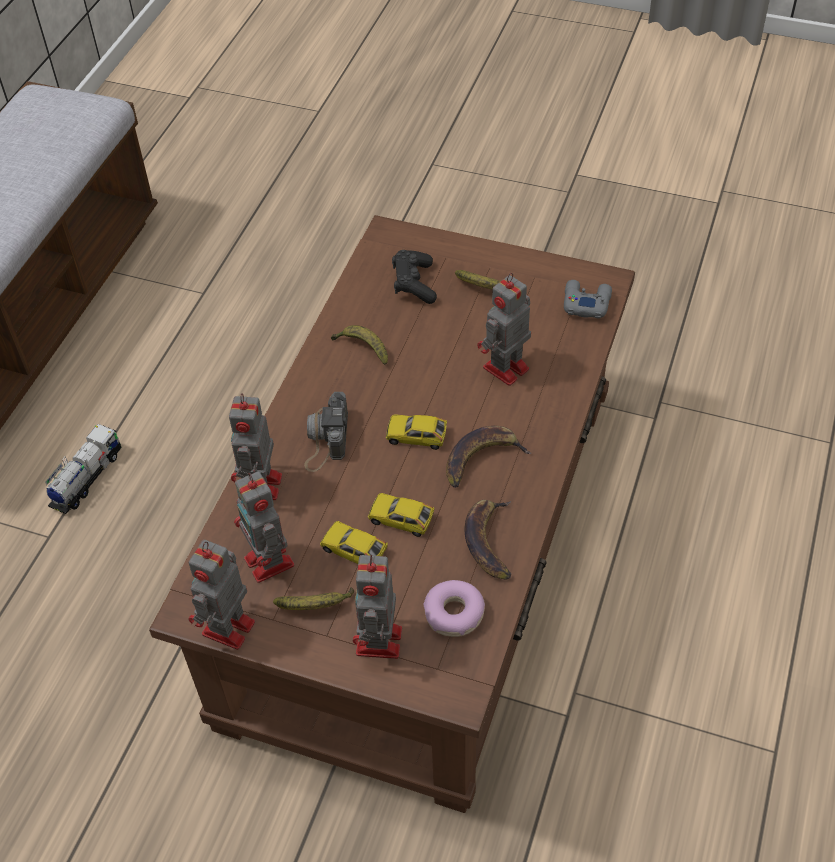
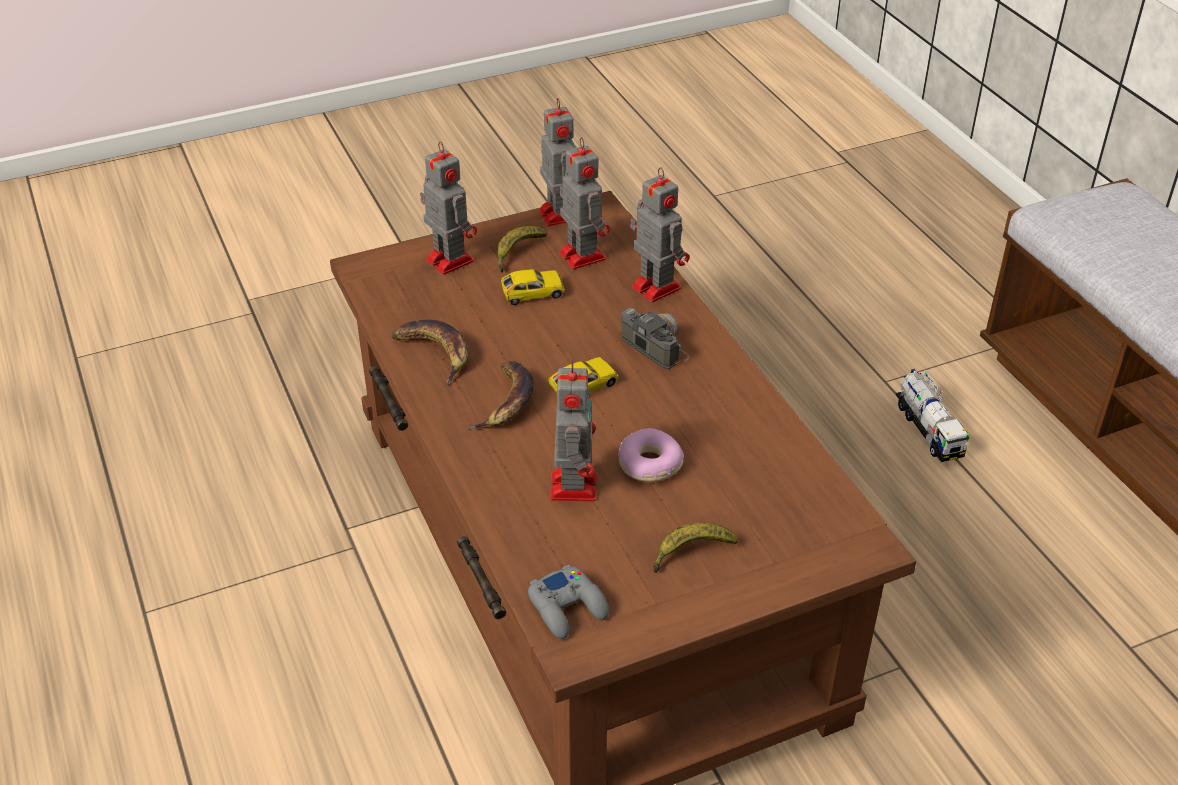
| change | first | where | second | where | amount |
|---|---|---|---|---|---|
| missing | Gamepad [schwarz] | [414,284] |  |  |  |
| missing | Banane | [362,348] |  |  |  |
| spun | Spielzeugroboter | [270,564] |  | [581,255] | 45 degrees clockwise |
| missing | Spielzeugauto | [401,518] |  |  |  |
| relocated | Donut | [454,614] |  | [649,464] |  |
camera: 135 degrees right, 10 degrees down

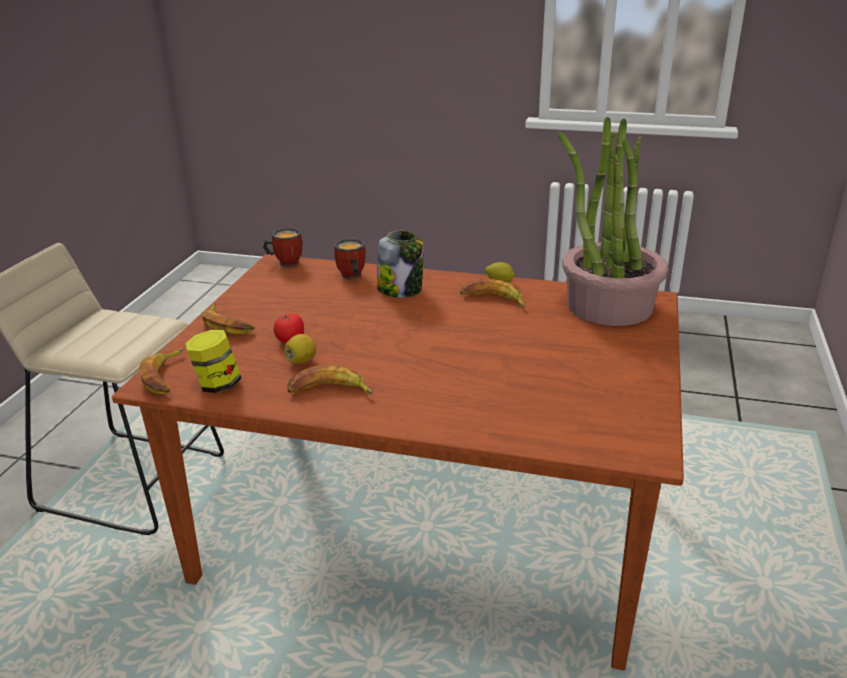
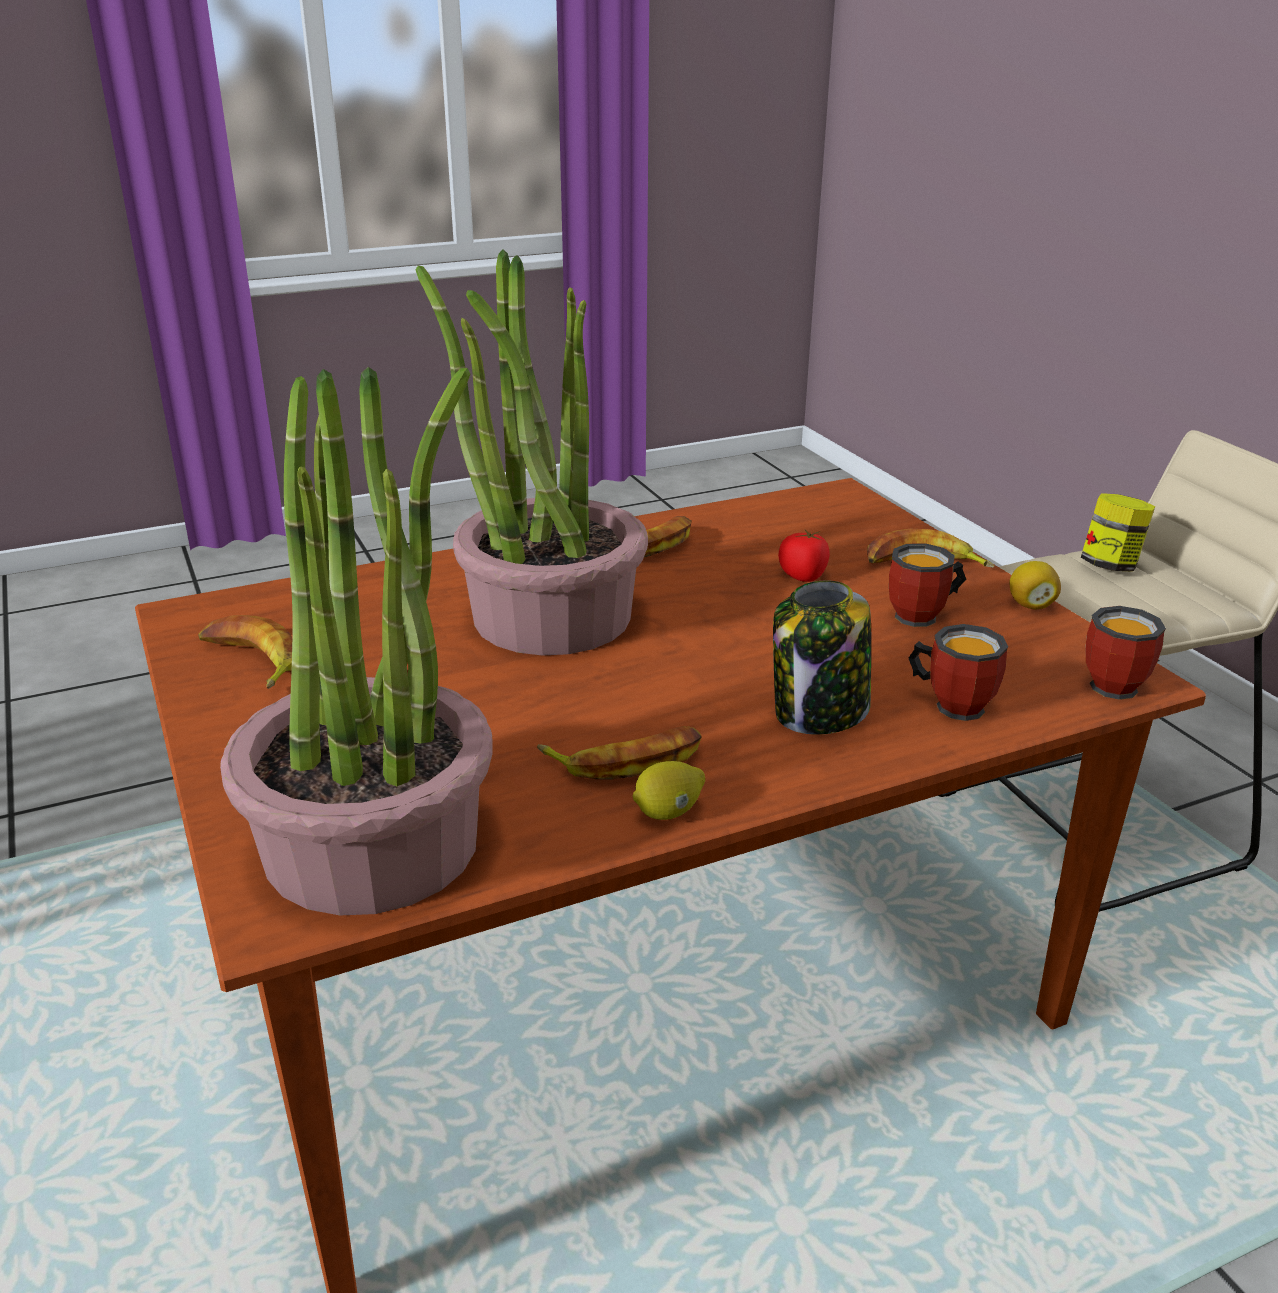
| change | first | where | second | where | amount |
|---|---|---|---|---|---|
| relocated | Vorratsglas | [217,385] |  | [1110,565] |  |
| relocated | Zitrone | [301,361] |  | [1030,605] |  |
| relocated | Banane | [165,376] |  | [249,661] |  |
| appeared |  |  | Topfpflanze | [550,616] |  |
| appeared |  |  | Henkelbecher | [924,617] |  |
camera: 140 degrees right, 0 degrees up

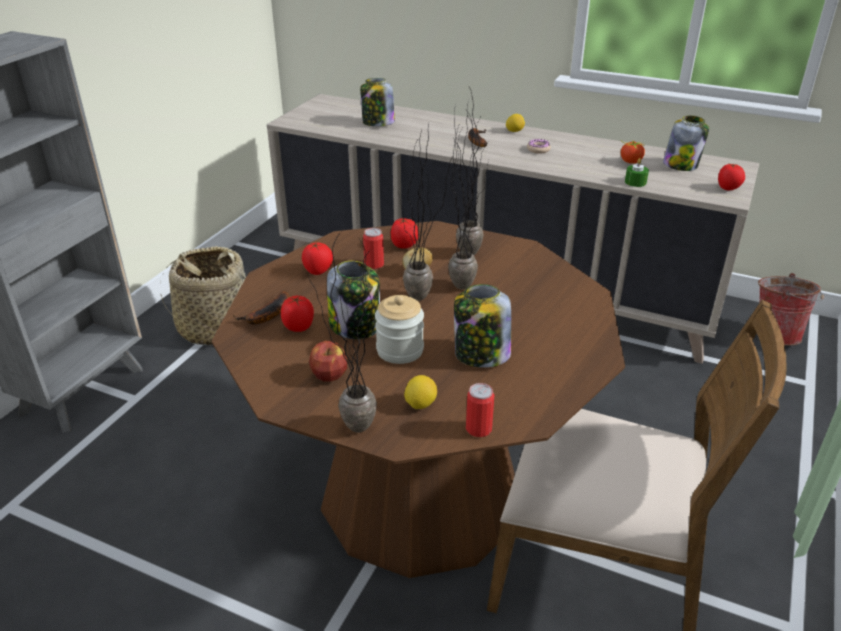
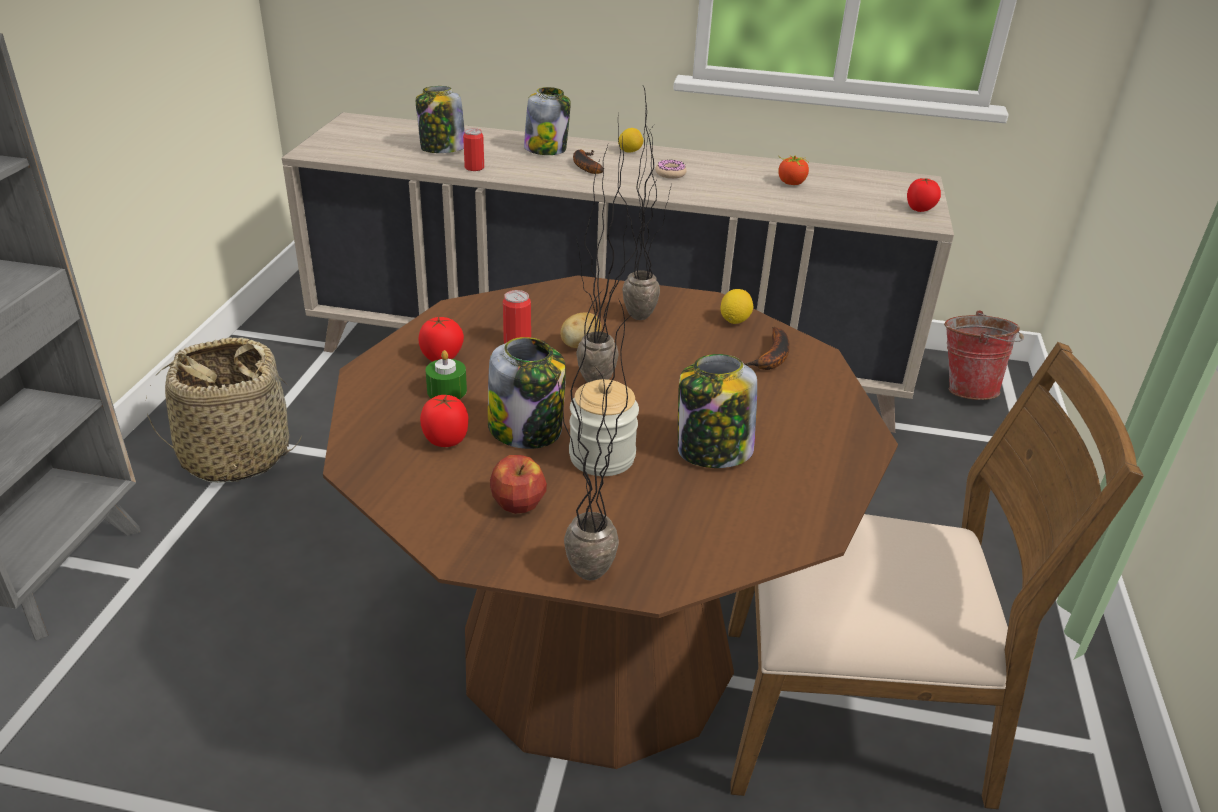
| change | first | where | second | where | amount |
|---|---|---|---|---|---|
| missing | Topfpflanze | [464,282] |  |  |  |
| relocated | Vorratsglas | [681,165] |  | [546,149] |  |
| relocated | Kerze [grün] | [635,182] |  | [447,391] |  |
| missing | Tomate | [404,246] |  |  |  |
| relocated | Banane | [267,315] |  | [771,358] |  |
| relocated | Zitrone | [420,404] |  | [734,320] |  |
| relocated | Dose | [478,429] |  | [474,168] |  |
camera: 15 degrees left, 0 degrees up

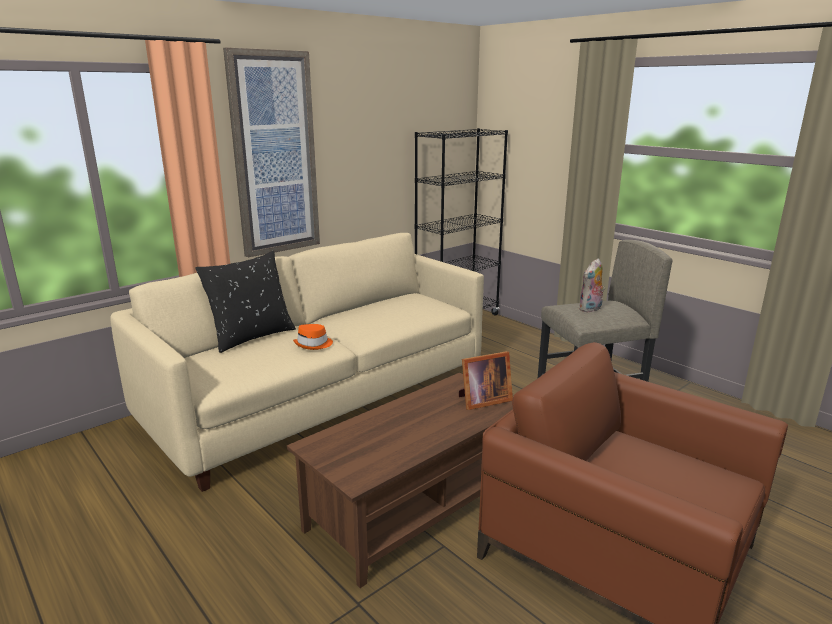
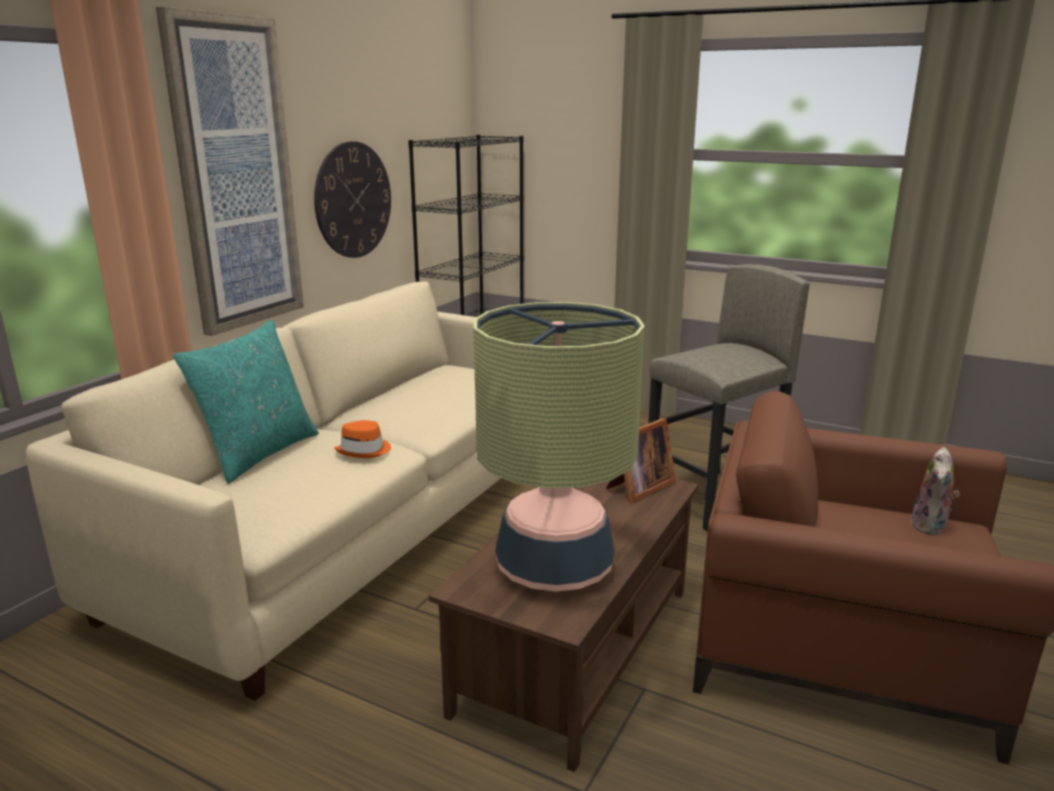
| change | first | where | second | where | amount |
|---|---|---|---|---|---|
| colour | Kissen [schwarz] | [251,337] | Kissen [türkis] | [258,454] |  |
| relocated | Plüschtier | [590,309] |  | [931,527] |  |
| appeared |  |  | Wanduhr | [353,200] |  |
| appeared |  |  | Tischlampe | [554,567] |  |
camera: 20 degrees left, 0 degrees up

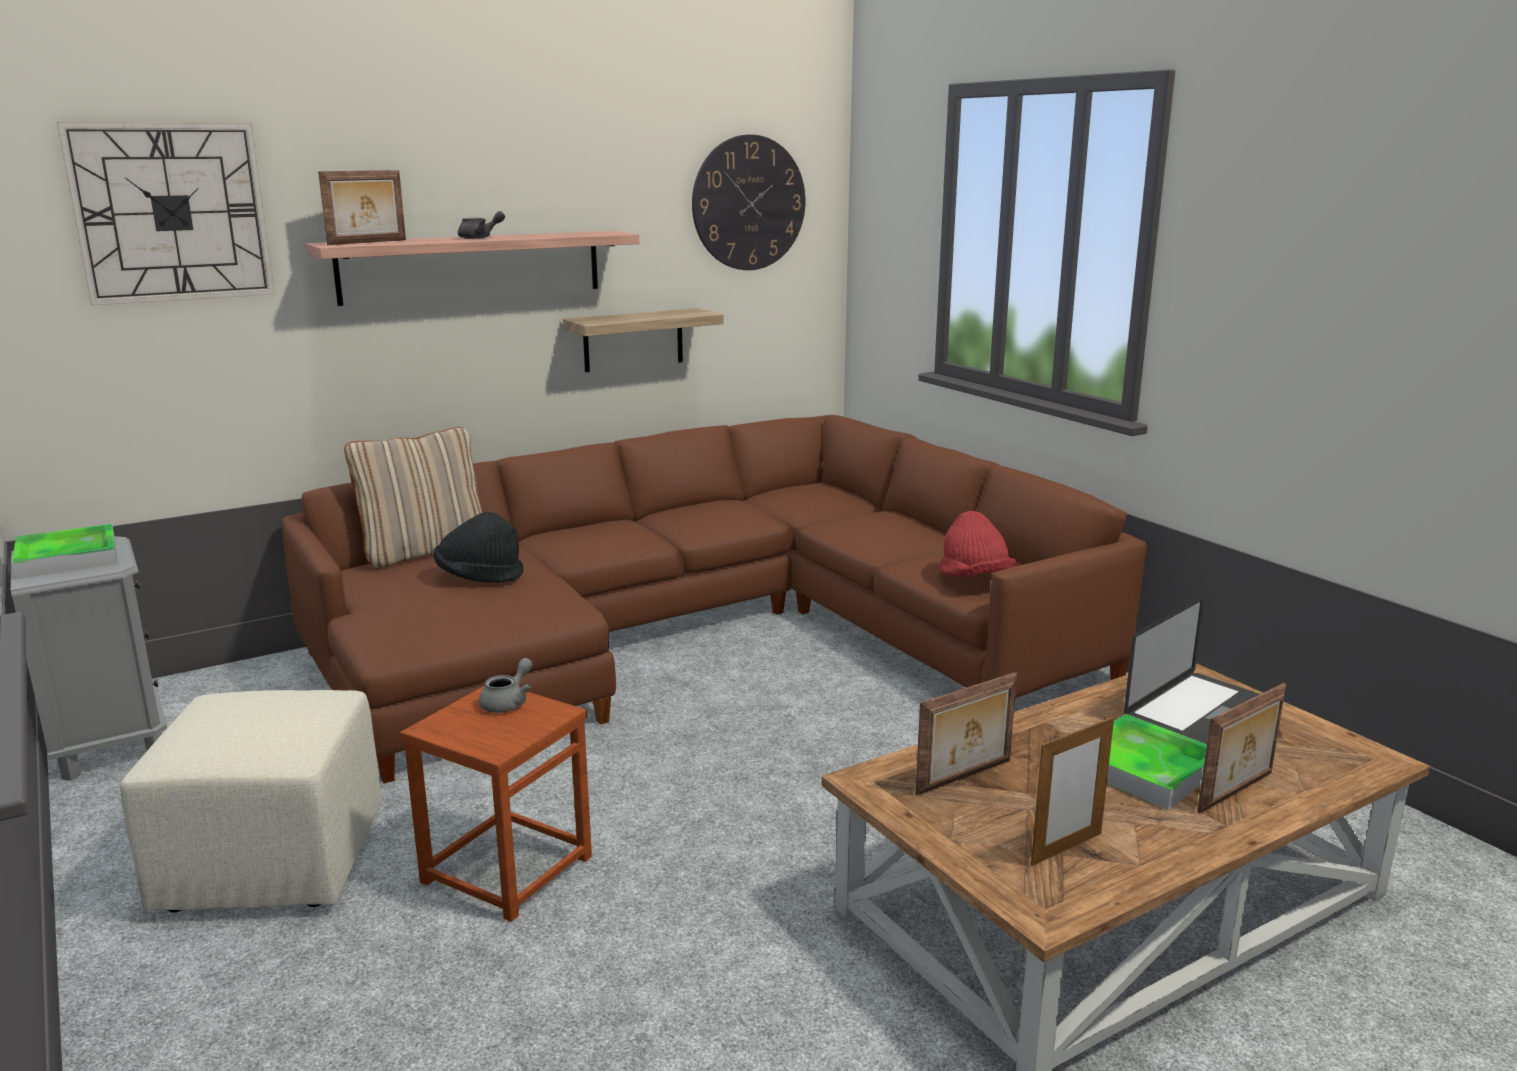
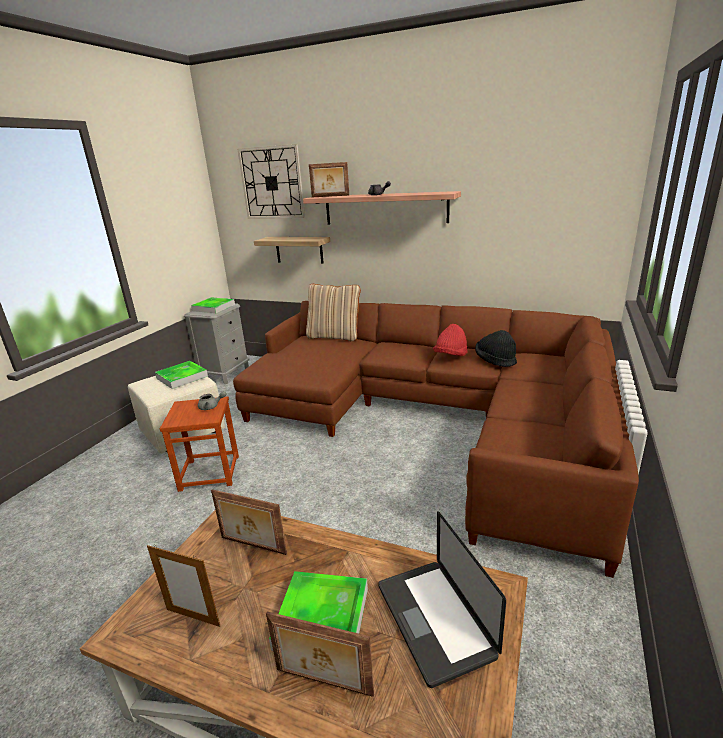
| change | first | where | second | where | amount |
|---|---|---|---|---|---|
| missing | Wanduhr | [749,203] |  |  |  |
| relocated | Wandregal | [633,340] |  | [299,249] |  |
| relocated | Hut [rot] | [974,579] |  | [450,356] |  |
| relocated | Hut [schwarz] | [479,577] |  | [495,360] |  |
| spun | Laptop | [1199,714] |  | [434,619] | 60 degrees clockwise |
| appeared |  |  | Tablett | [182,377] |  |
camera: 55 degrees right, 5 degrees up

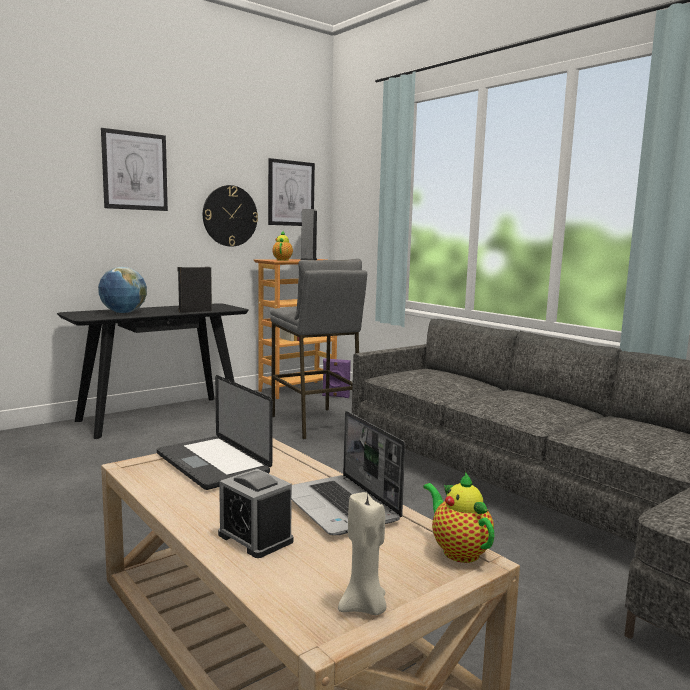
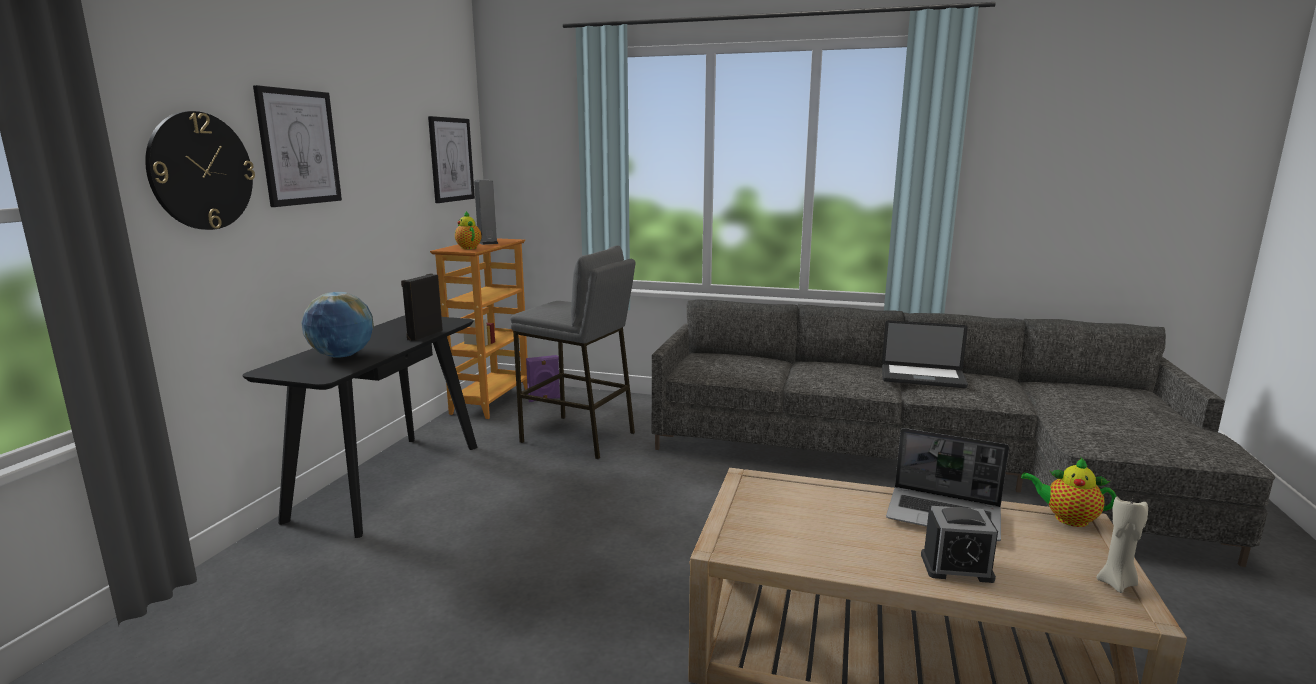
| change | first | where | second | where | amount |
|---|---|---|---|---|---|
| relocated | Wanduhr | [230,216] |  | [201,171] |  |
| relocated | Laptop | [212,463] |  | [922,377] |  |
camera: 35 degrees left, 5 degrees up

